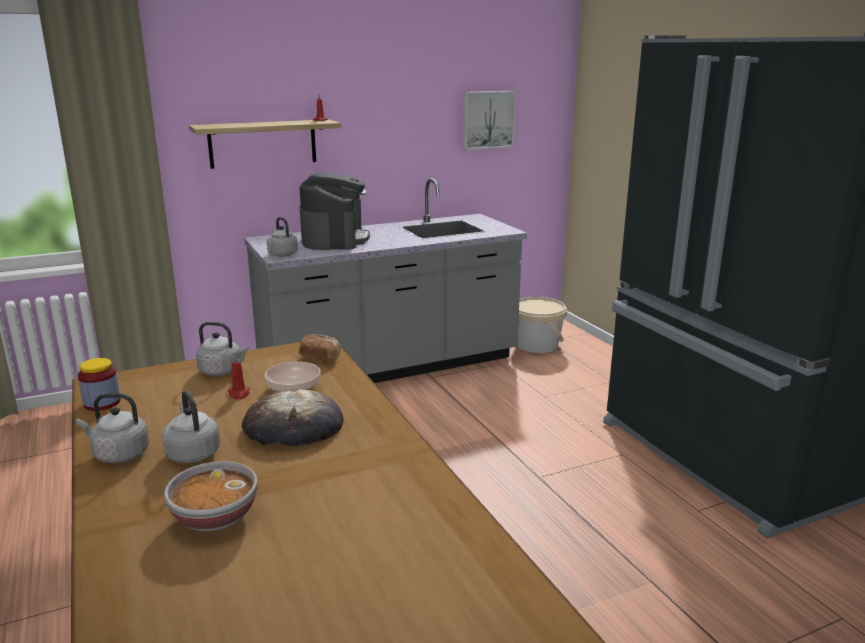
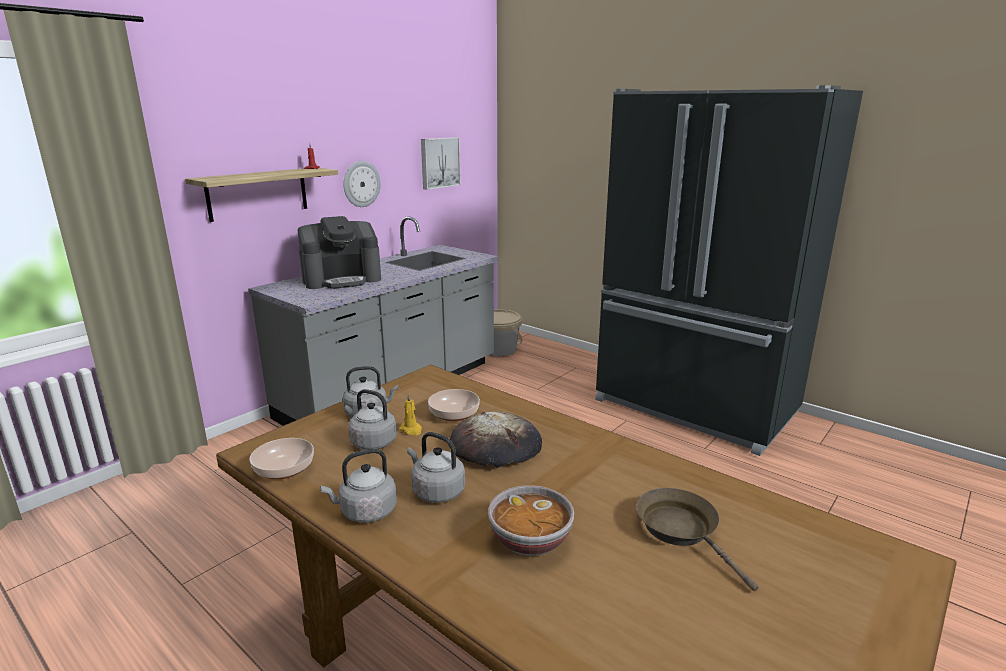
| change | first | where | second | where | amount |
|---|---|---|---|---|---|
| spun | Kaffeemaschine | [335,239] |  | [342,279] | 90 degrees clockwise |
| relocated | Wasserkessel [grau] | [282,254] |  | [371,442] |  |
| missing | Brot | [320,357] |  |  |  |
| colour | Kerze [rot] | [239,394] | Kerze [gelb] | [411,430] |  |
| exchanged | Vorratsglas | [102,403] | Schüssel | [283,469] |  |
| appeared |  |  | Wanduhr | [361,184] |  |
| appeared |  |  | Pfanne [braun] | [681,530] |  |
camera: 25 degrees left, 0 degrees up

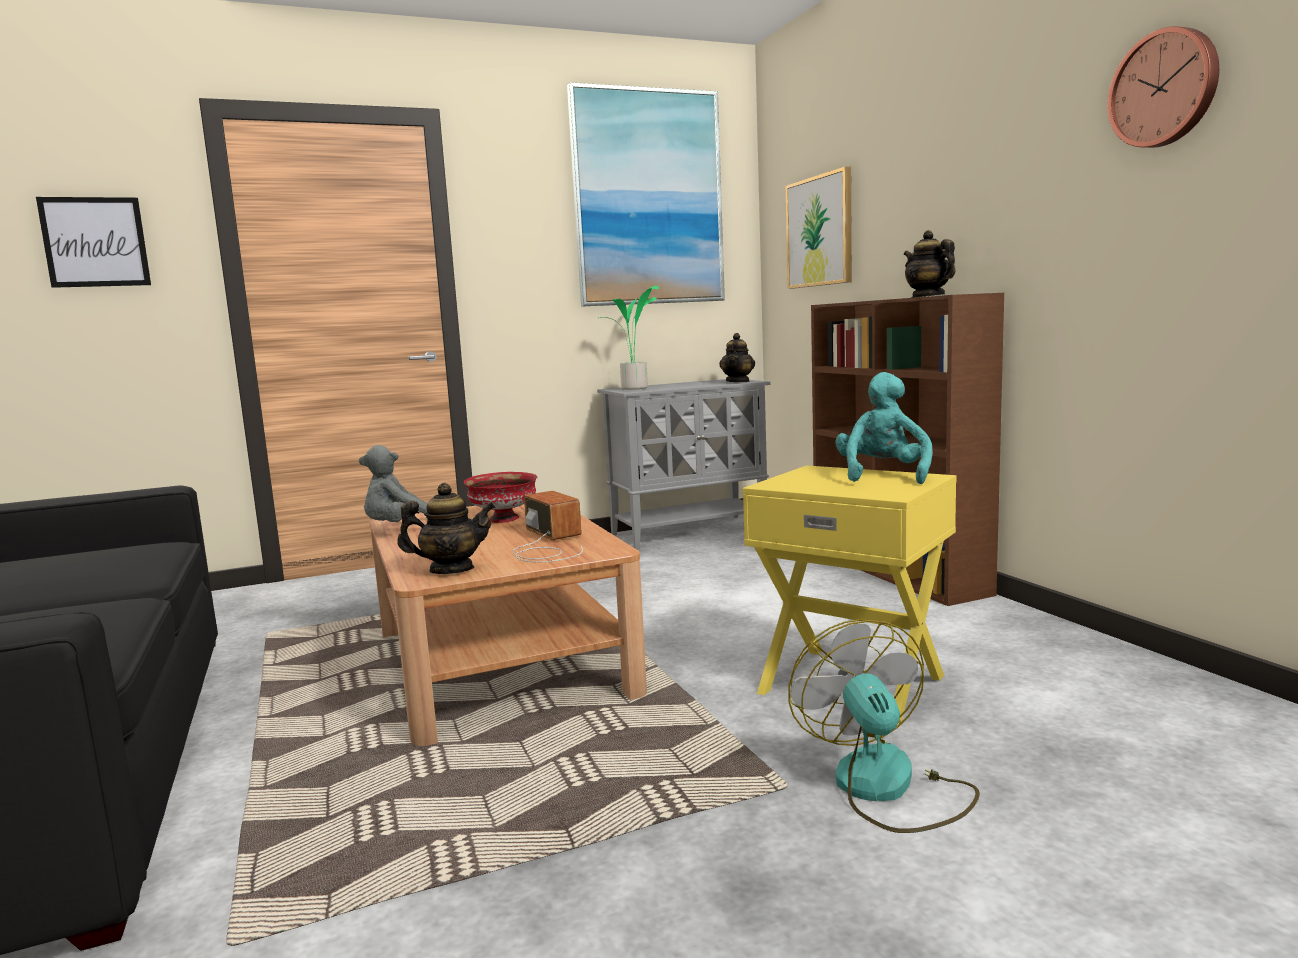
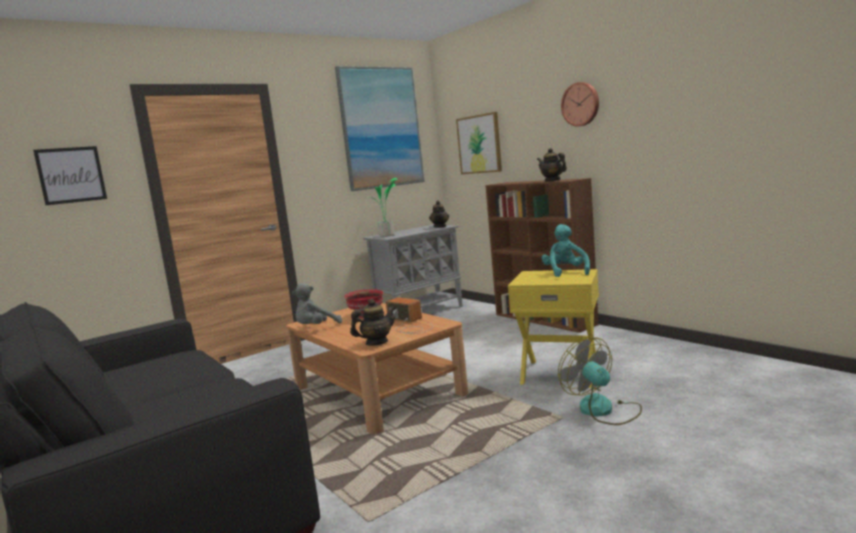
| change | first | where | second | where | amount |
|---|---|---|---|---|---|
| relocated | Wanduhr | [1165,89] |  | [581,104] |  |
camera: 15 degrees left, 0 degrees up

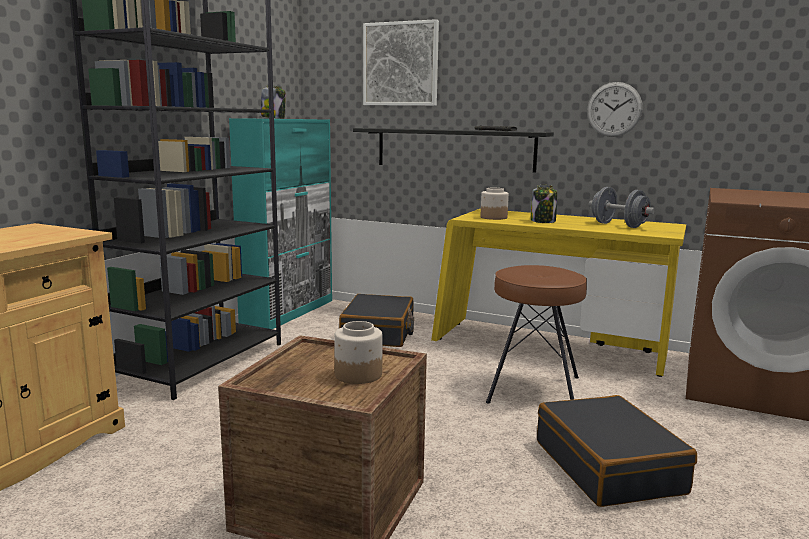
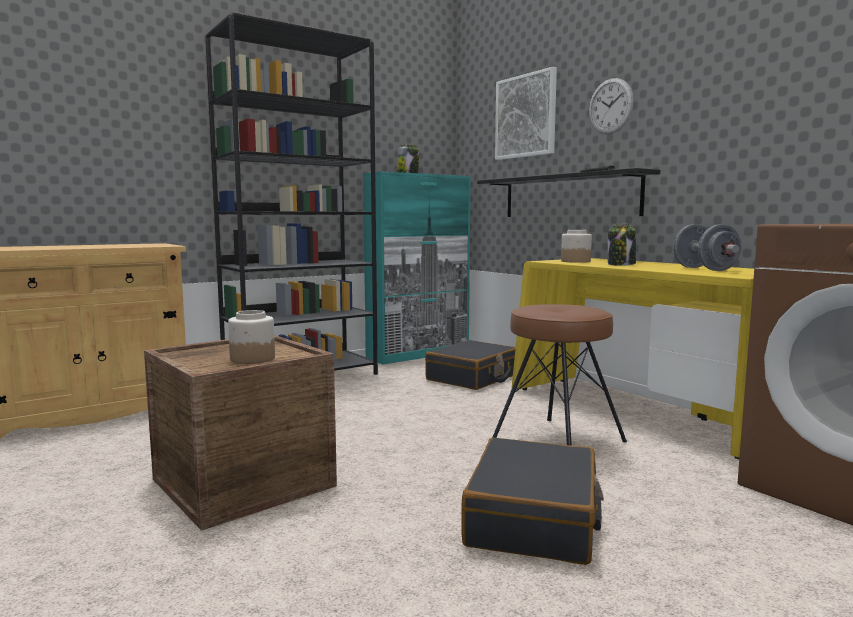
| change | first | where | second | where | amount |
|---|---|---|---|---|---|
| relocated | Wanduhr | [614,109] |  | [610,106] |  |
camera: 30 degrees right, 5 degrees down

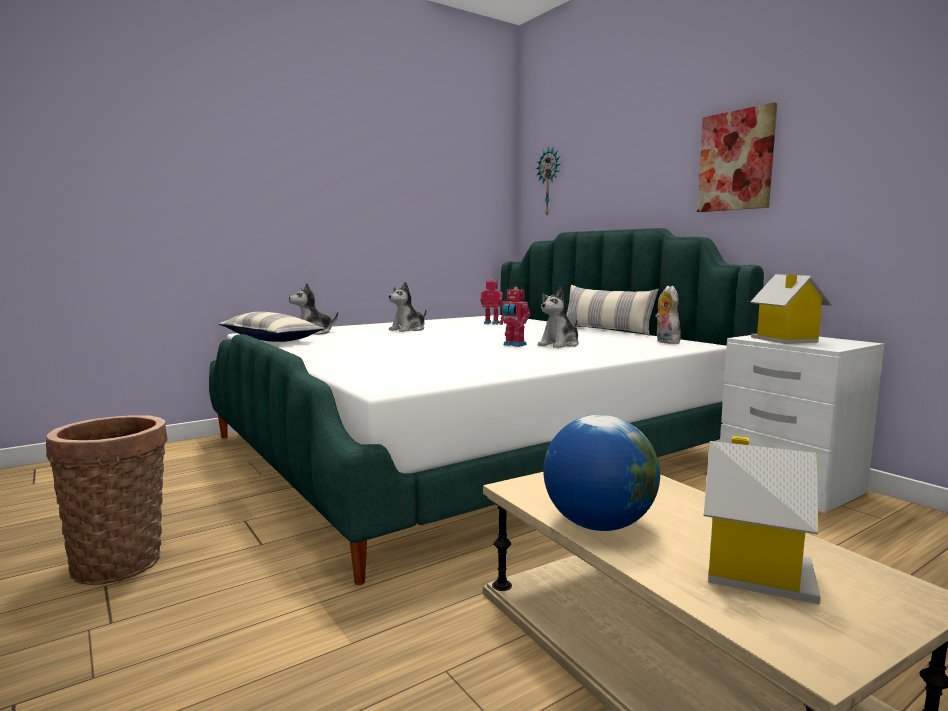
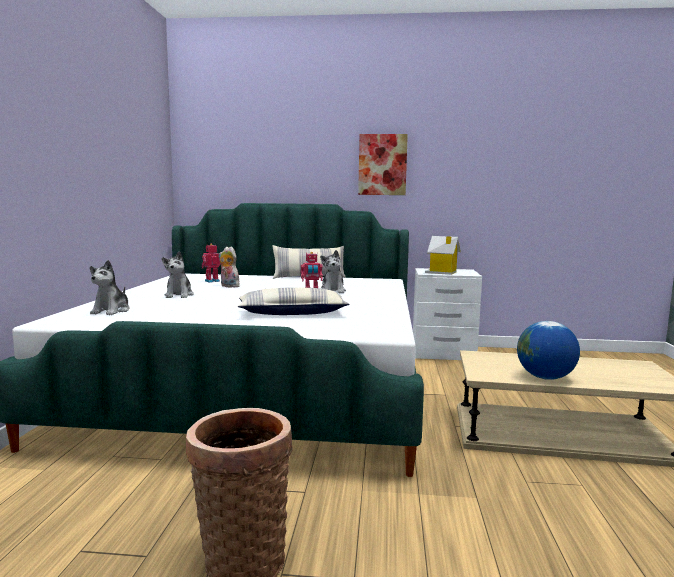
| change | first | where | second | where | amount |
|---|---|---|---|---|---|
| missing | Wanduhr | [549,182] |  |  |  |
| relocated | Plüschtier | [665,342] |  | [228,286] |  |
| relocated | Kissen | [271,339] |  | [292,313] |  |
| missing | Spielzeughaus | [754,571] |  |  |  |
camera: 50 degrees left, 0 degrees up

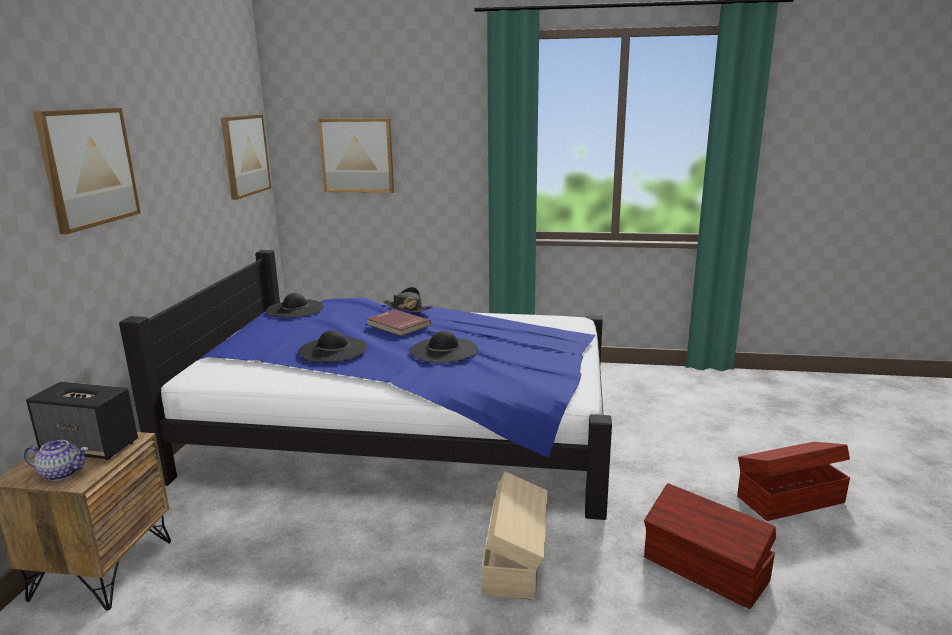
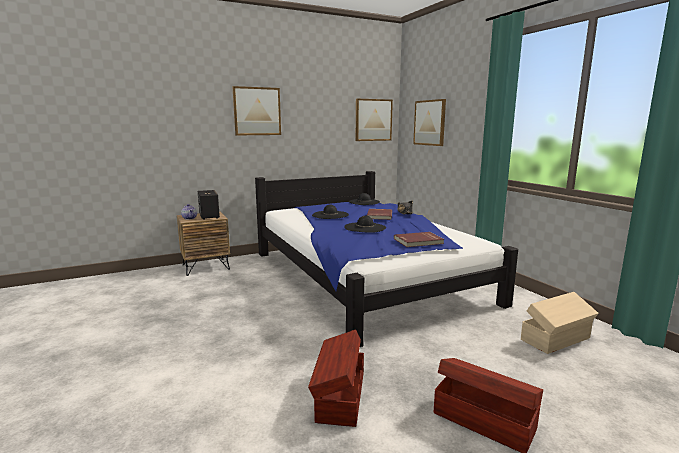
| change | first | where | second | where | amount |
|---|---|---|---|---|---|
| relocated | Aufbewahrungsbox [beige] | [515,559] |  | [556,339] |  |
| appeared |  |  | Buch [rot] | [418,241] |  |
camera: 55 degrees right, 5 degrees down

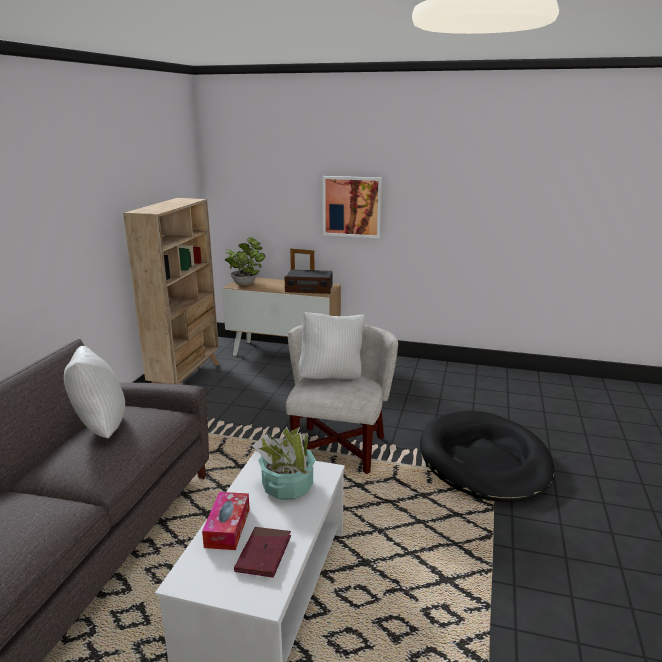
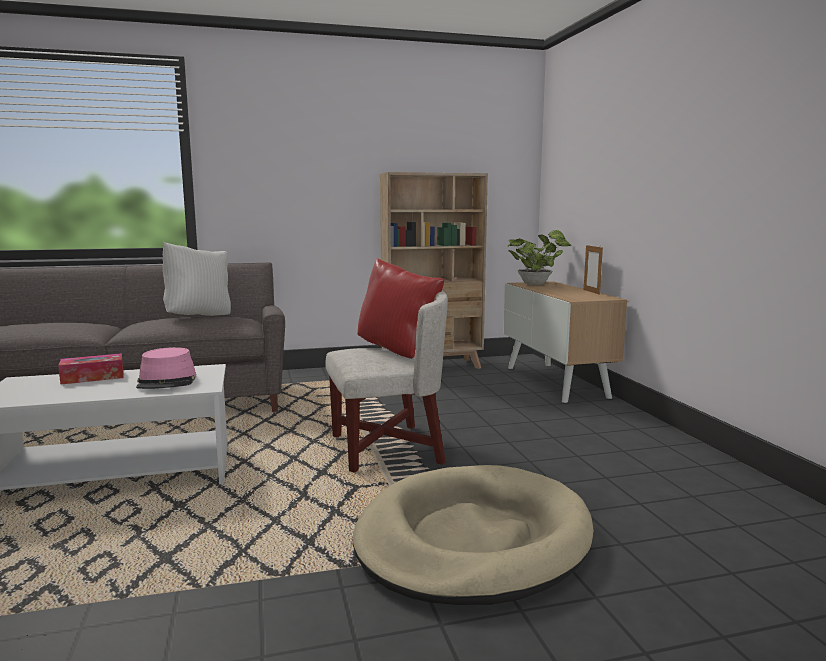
| change | first | where | second | where | amount |
|---|---|---|---|---|---|
| missing | Bild | [352,206] |  |  |  |
| missing | Radio | [309,288] |  |  |  |
| colour | Kissen [weiß] | [331,377] | Kissen [rot] | [398,351] |  |
| colour | Hundebett [schwarz] | [484,460] | Hundebett [beige] | [472,540] |  |
| exchanged | Topfpflanze | [287,486] | Hut [rosa] | [167,381] |  |
| missing | Buch [rot] | [263,554] |  |  |  |
camera: 60 degrees right, 10 degrees down

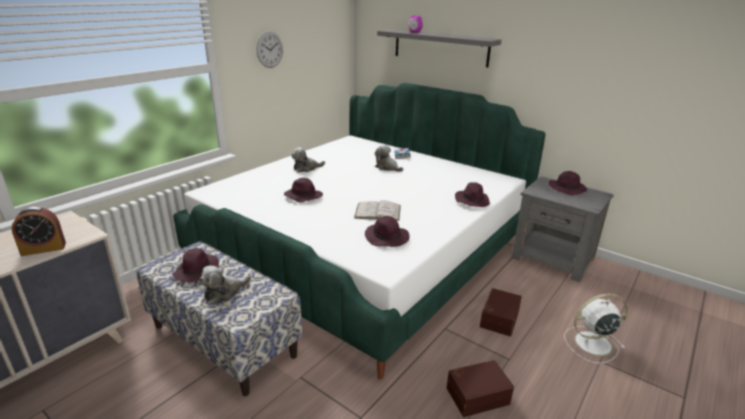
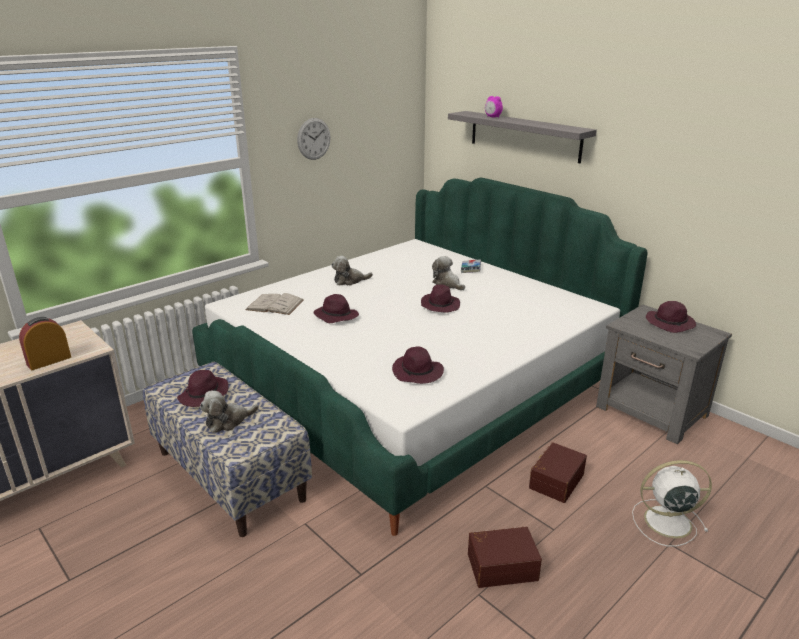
| change | first | where | second | where | amount |
|---|---|---|---|---|---|
| relocated | Hut [lila] | [472,201] |  | [440,305] |  |
| relocated | Buch [weiß] | [377,212] |  | [275,305] |  |
| spun | Wecker | [43,249] |  | [49,361] | 150 degrees clockwise |
camera: 10 degrees right, 0 degrees up

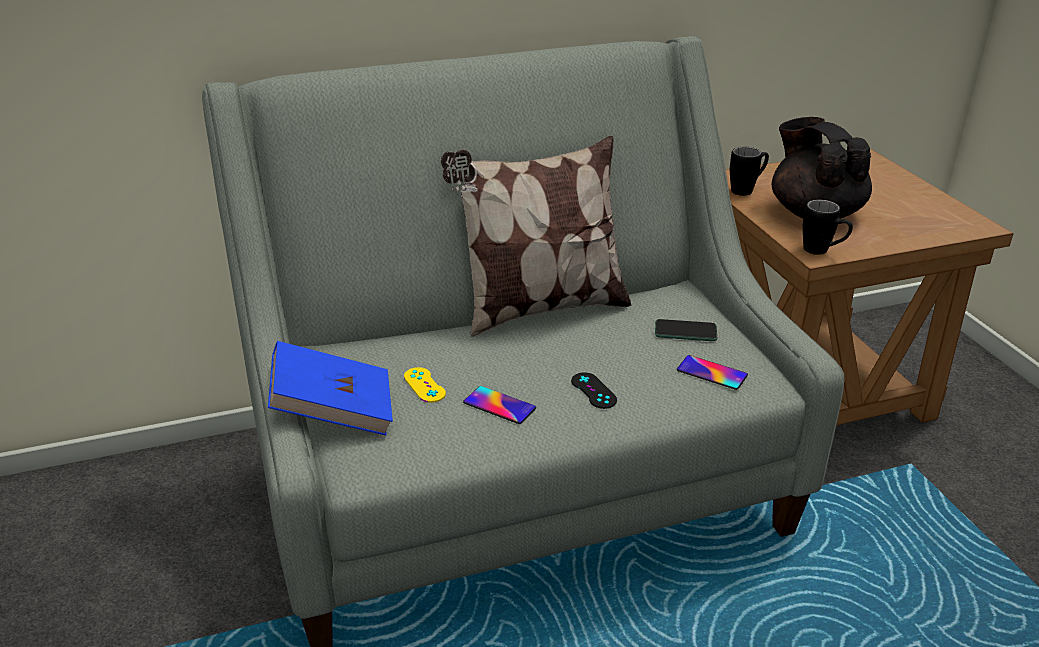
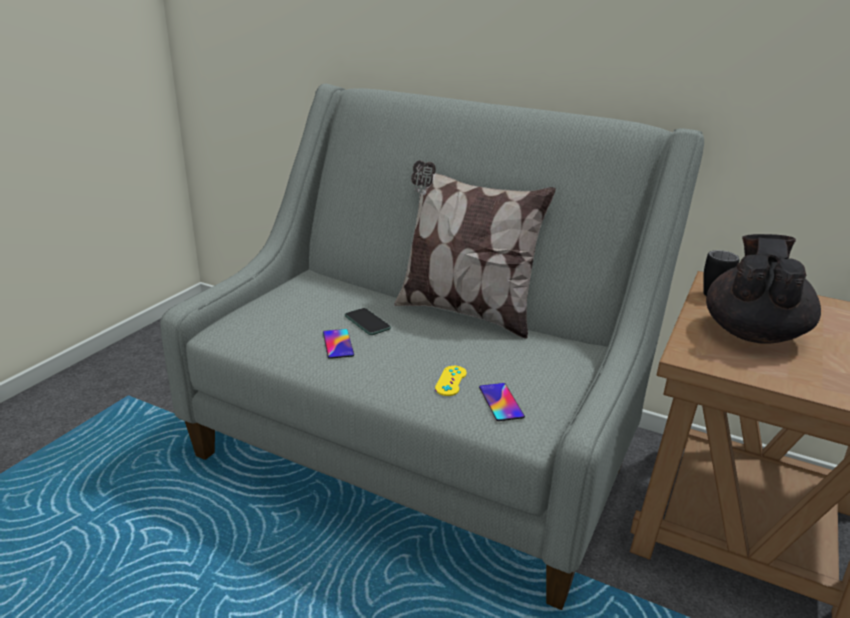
| change | first | where | second | where | amount |
|---|---|---|---|---|---|
| missing | Henkelbecher [schwarz] | [822,252] |  |  |  |
| relocated | Handy | [685,331] |  | [367,322] |  |
| missing | Buch [blau] | [334,412] |  |  |  |
| relocated | Gamepad [gelb] | [424,385] |  | [451,381] |  |
| missing | Gamepad [schwarz] | [593,391] |  |  |  |
camera: 45 degrees right, 5 degrees down

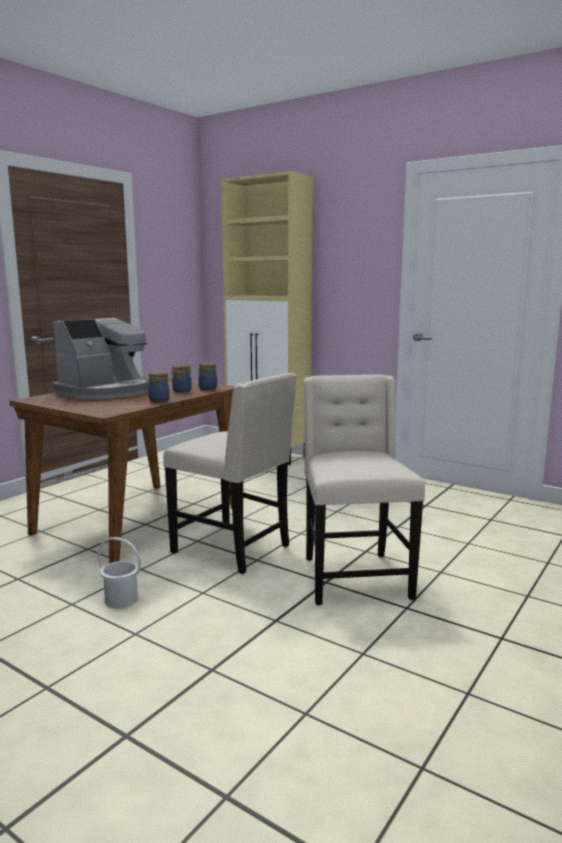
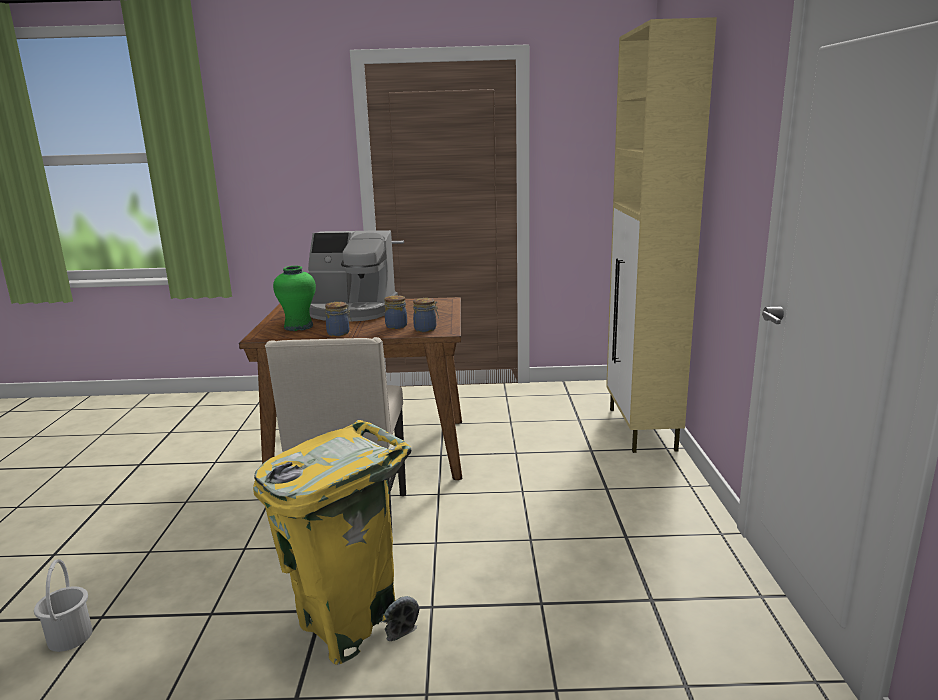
| change | first | where | second | where | amount |
|---|---|---|---|---|---|
| exchanged | Stuhl [beige] | [353,577] | Mülleimer [gelb] | [349,625] |  |
| relocated | Eimer [weiß] | [121,600] |  | [69,637] |  |
| appeared |  |  | Vase [grün] | [299,327] |  |
camera: 55 degrees right, 5 degrees up

